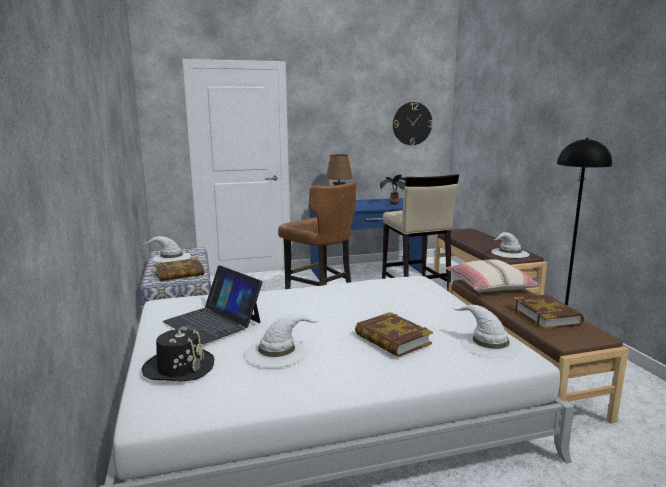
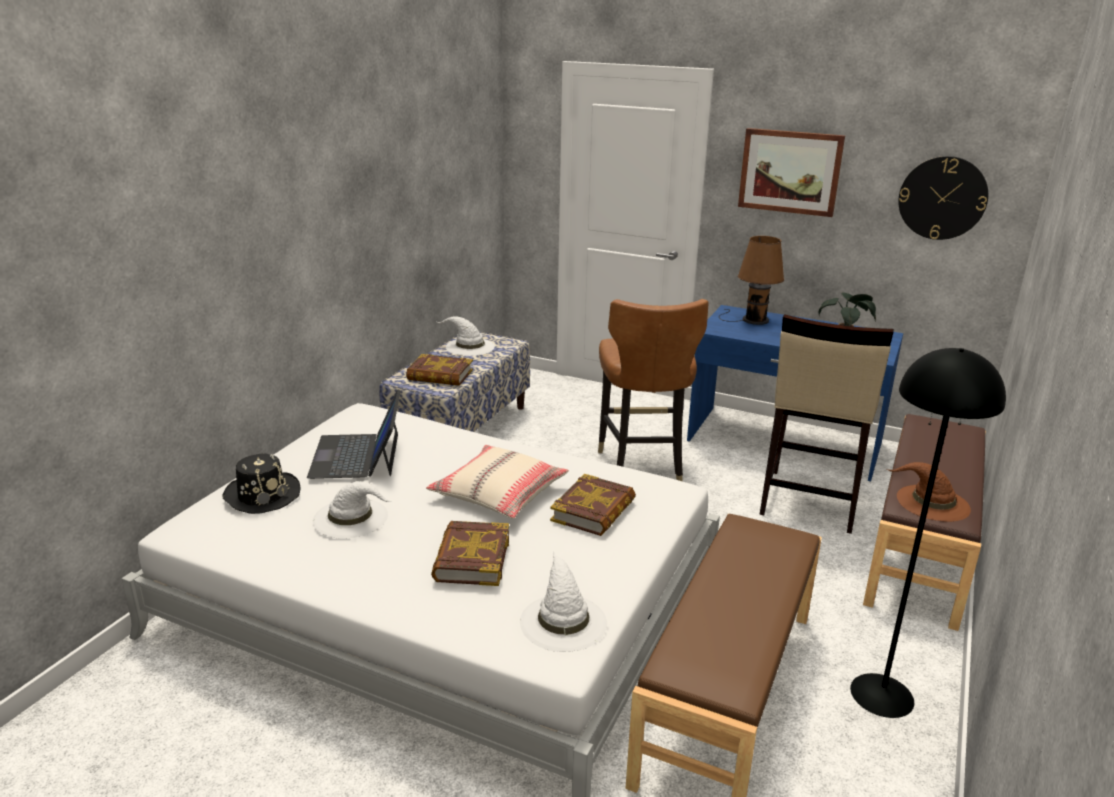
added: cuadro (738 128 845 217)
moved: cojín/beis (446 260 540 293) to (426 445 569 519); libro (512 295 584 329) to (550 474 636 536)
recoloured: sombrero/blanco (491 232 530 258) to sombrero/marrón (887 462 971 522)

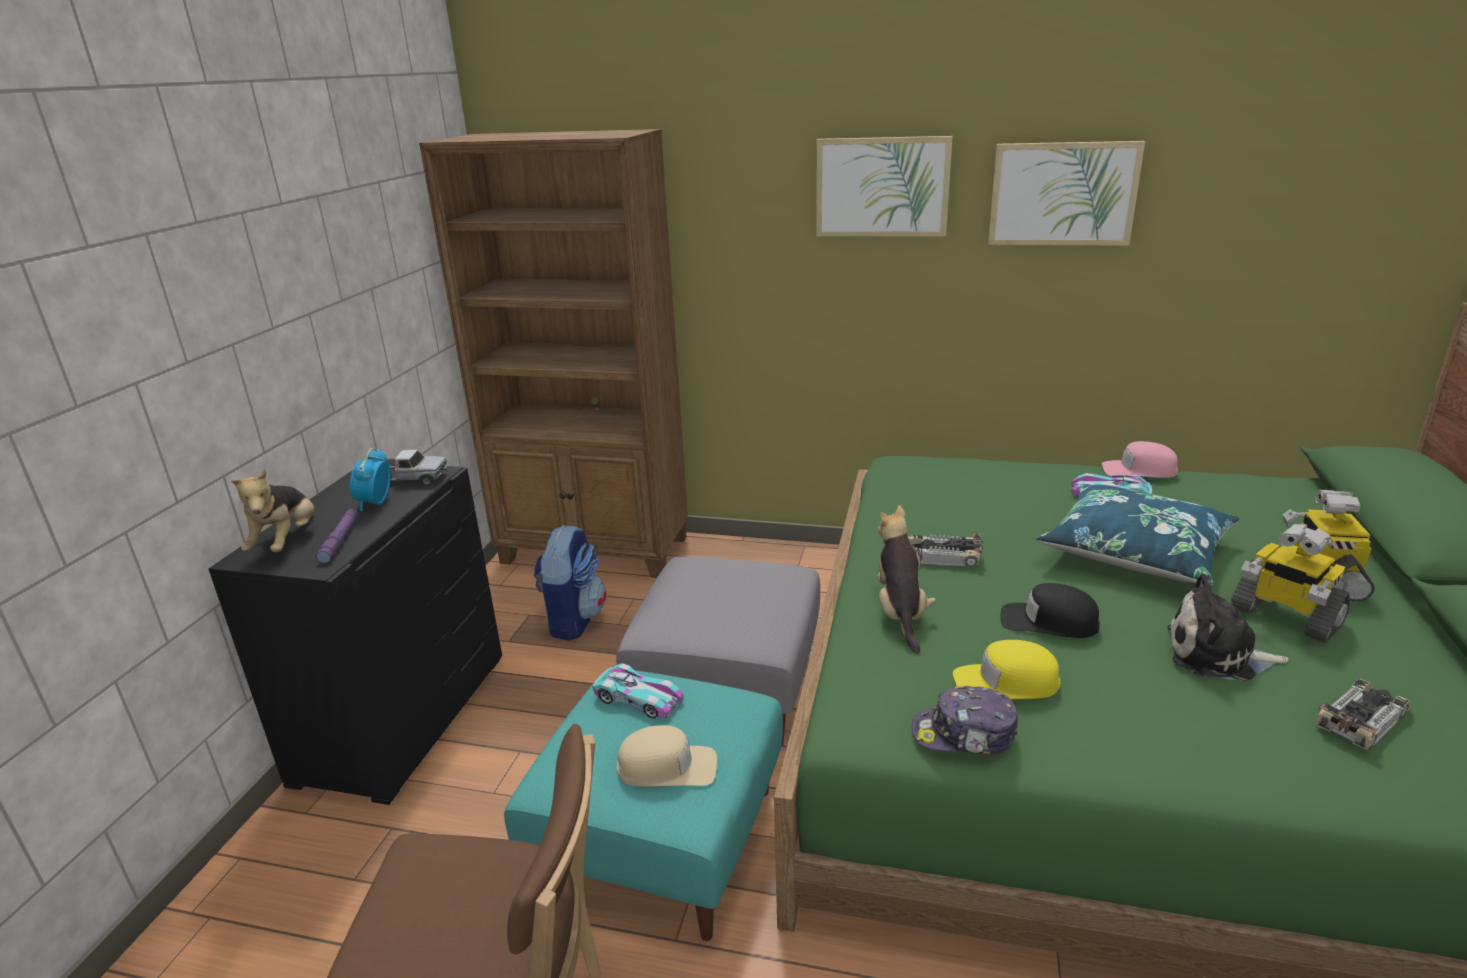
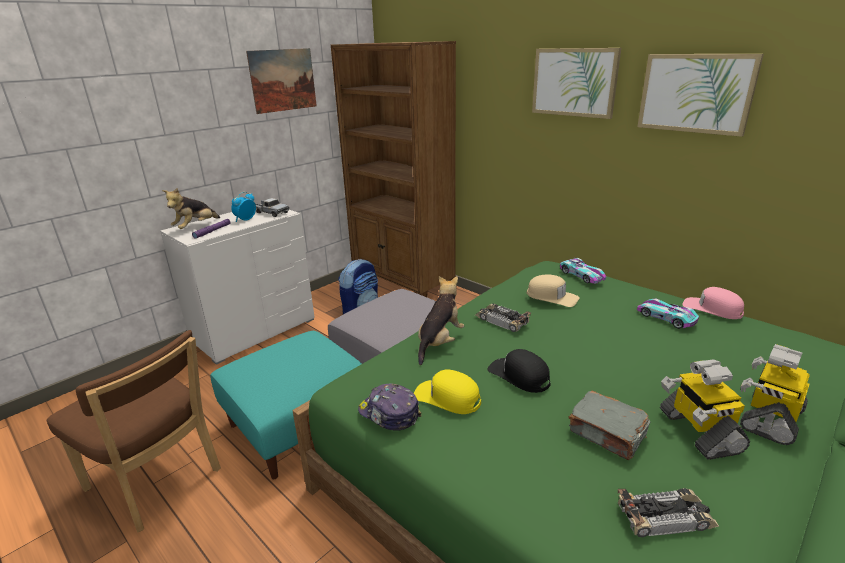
removed: cojín/azul (1036 484 1240 585)
added: cuadro (246 48 317 114)
moved: coche de juguete (593 663 683 719) to (560 258 606 284); gorra/beis (617 725 717 787) to (527 274 580 307)
replaced: peluche (1168 574 1289 681) to libro/gris (568 391 650 460)
recoloured: cómoda/negro (208 466 502 805) to cómoda/blanco (160 210 315 365)

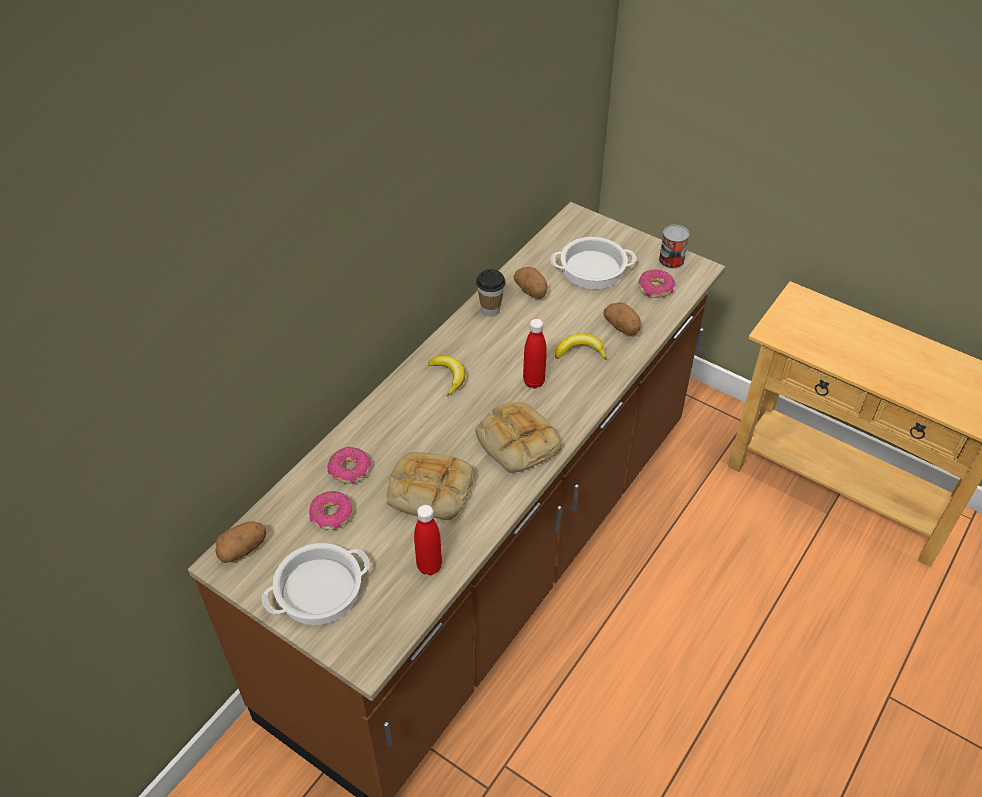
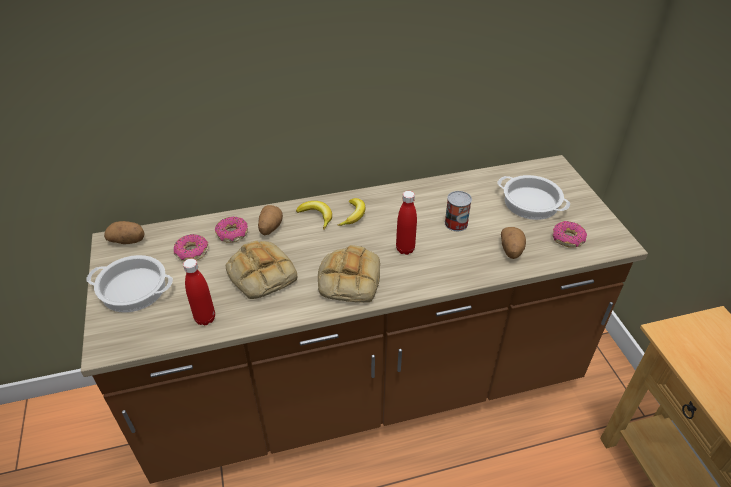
removed: taza (476 269 506 317)
moved: lata (659 225 689 269) to (445 191 472 231); patata (514 267 547 299) to (258 205 283 235); plátano (555 333 607 360) to (296 201 332 230)

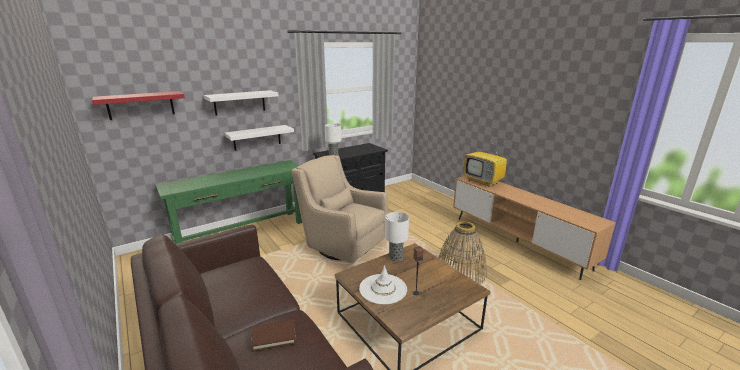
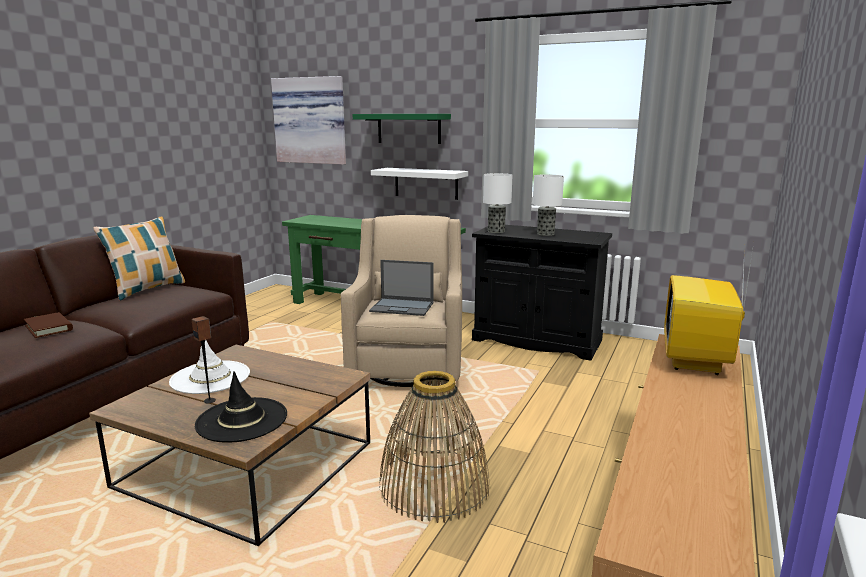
added: cojín (93 217 185 301); portátil (369 260 434 316); sombrero/negro (195 371 287 443)
moved: lámpara de mesa (385 212 409 262) to (533 174 564 236)
replaced: estante/rojo (92 91 185 120) to cuadro (271 76 346 165)
recoloured: estante/blanco (204 90 279 116) to estante/verde (353 114 451 144)

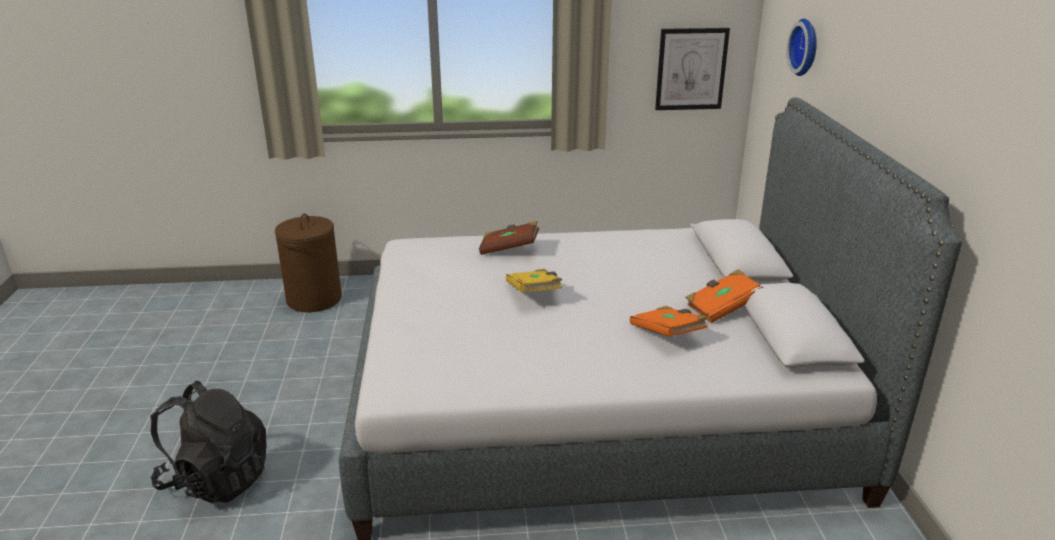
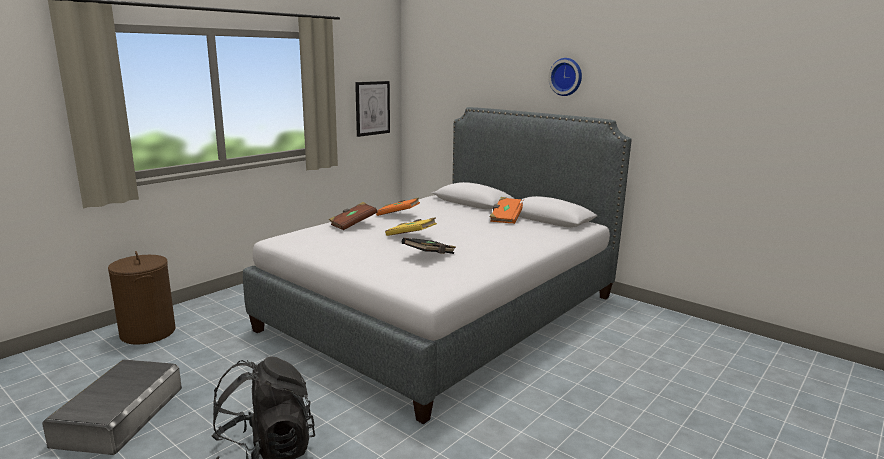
added: libro/negro (402 238 456 254); caja de almacenaje/gris (42 359 182 455)
moved: reloj de pared (787 19 817 76) to (548 58 582 96); libro/naranja (630 306 708 337) to (376 197 420 216)

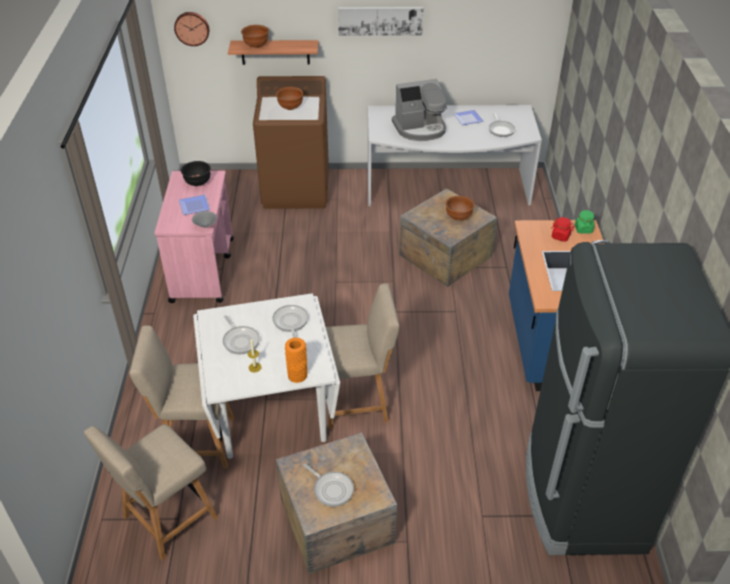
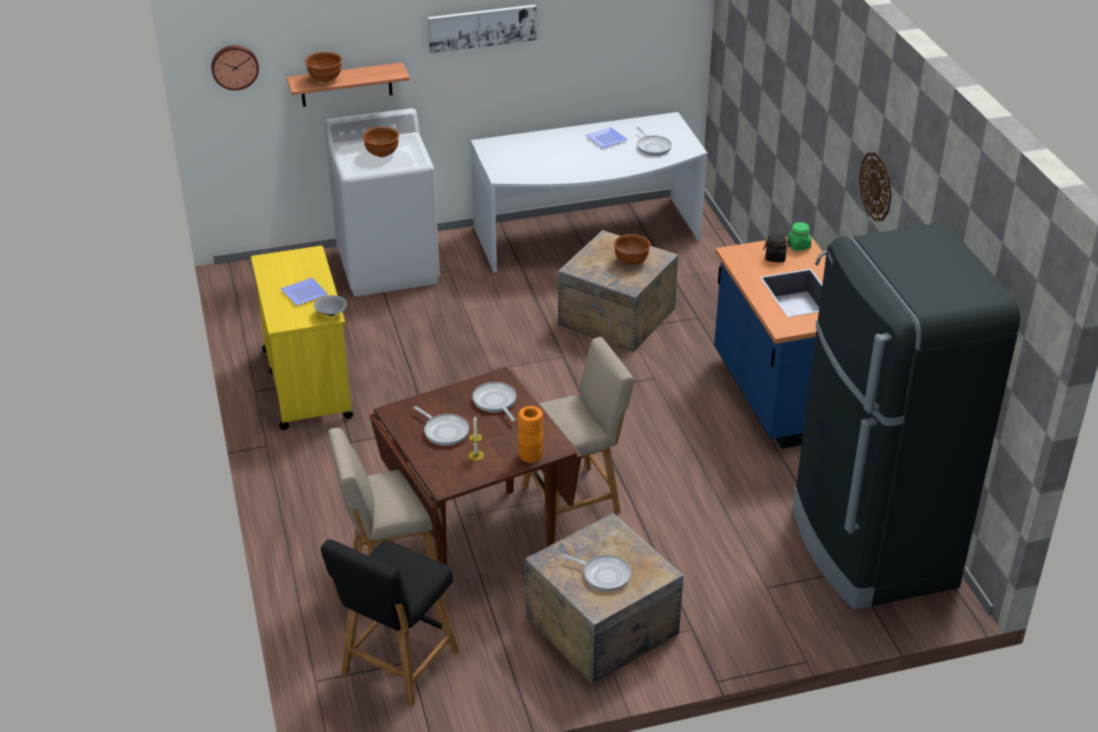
removed: cafetera (392 79 447 141); cuenco/negro (181 161 211 186)
added: reloj de pared (859 152 892 221)
recoloured: lavadora/marrón (253 76 329 209) to lavadora/blanco (325 108 440 296); carrito/rosa (155 170 234 303) to carrito/amarillo (251 246 354 430); tarro/rojo (551 217 574 242) to tarro/negro (763 234 791 262); mesa de comedor/blanco (193 293 340 459) to mesa de comedor/marrón (370 367 582 565); silla/beis (84 424 218 561) to silla/negro (321 539 459 707)

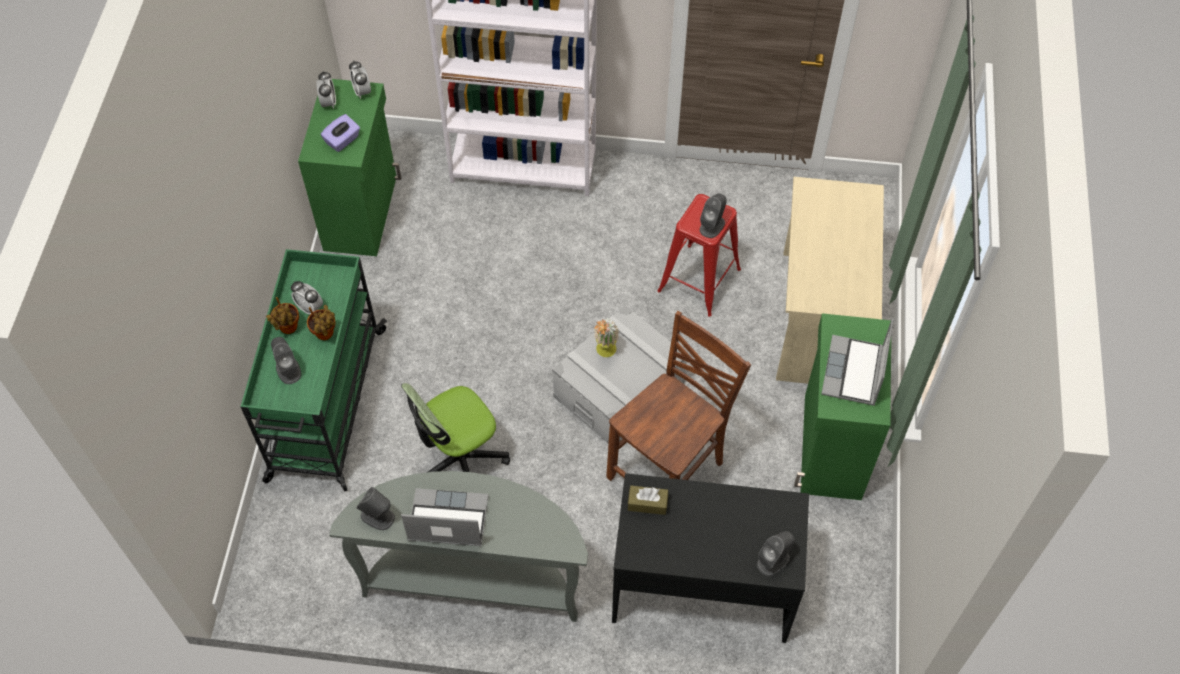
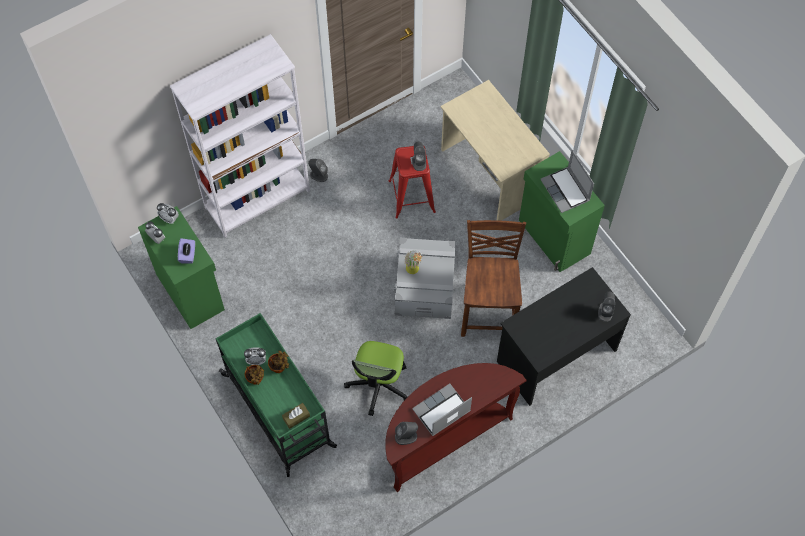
moved: altavoz/gris (271 337 301 384) to (308 159 328 182); caja de pañuelos/marrón (628 486 668 515) to (282 403 310 429)
recoloured: mesa consola/gris (329 471 588 622) to mesa consola/marrón (385 363 527 492)

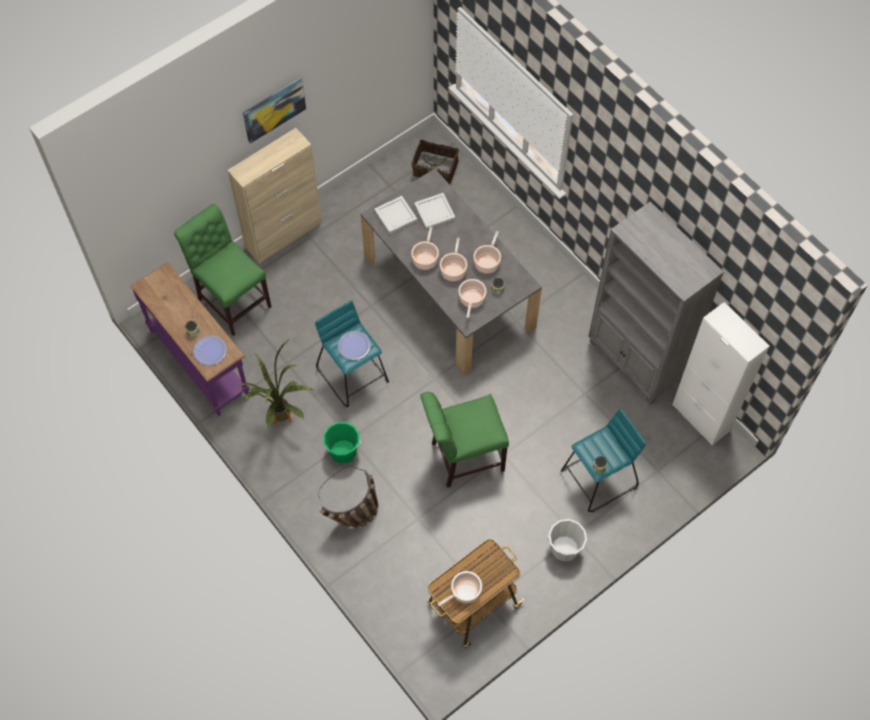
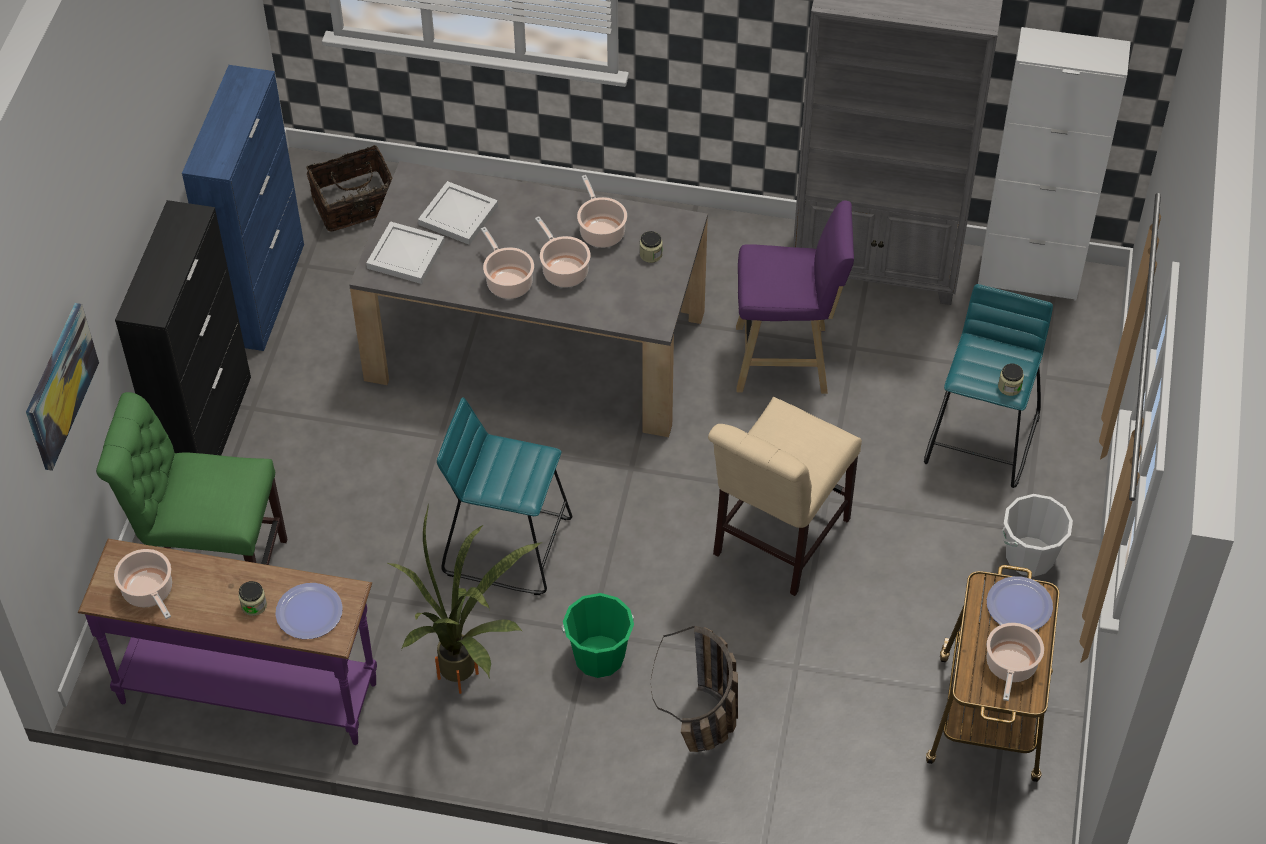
added: armario/azul (182 65 304 351); taburete/morado (736 200 854 394)
moved: cuadro (243 78 306 144) to (26 303 99 471); olla (459 279 487 318) to (114 549 172 619); plato (338 331 371 360) to (987 576 1053 630)
recoloured: armario/beis (227 128 322 263) to armario/negro (115 200 251 456); silla/verde (420 392 509 488) to silla/beis (708 397 862 596)

